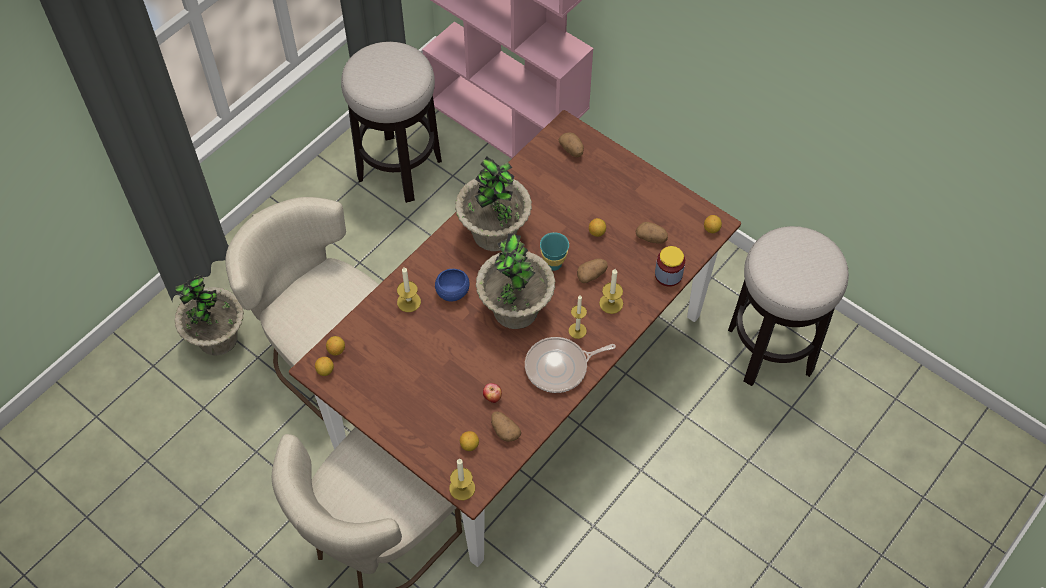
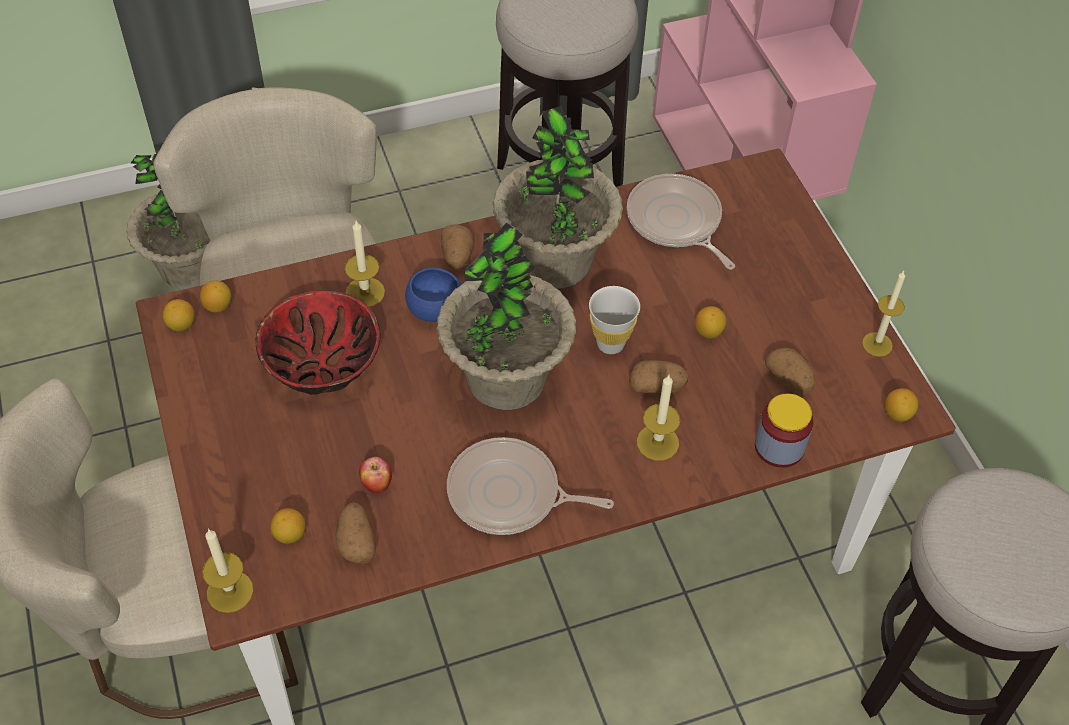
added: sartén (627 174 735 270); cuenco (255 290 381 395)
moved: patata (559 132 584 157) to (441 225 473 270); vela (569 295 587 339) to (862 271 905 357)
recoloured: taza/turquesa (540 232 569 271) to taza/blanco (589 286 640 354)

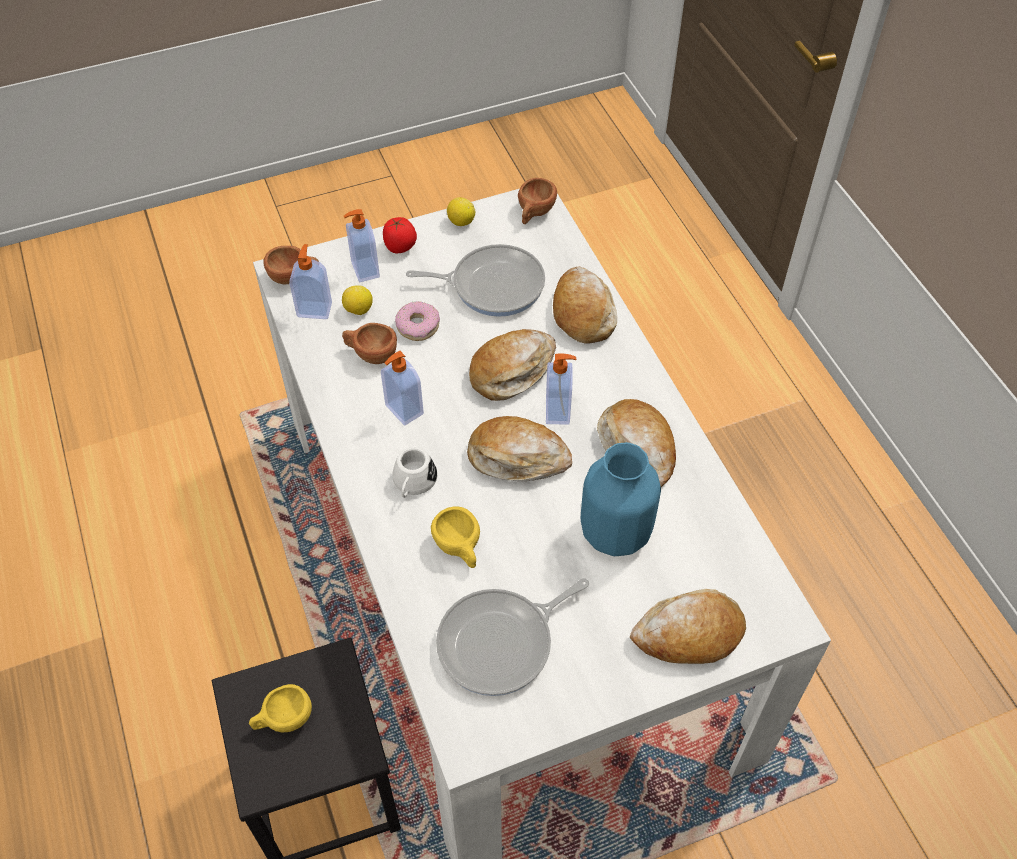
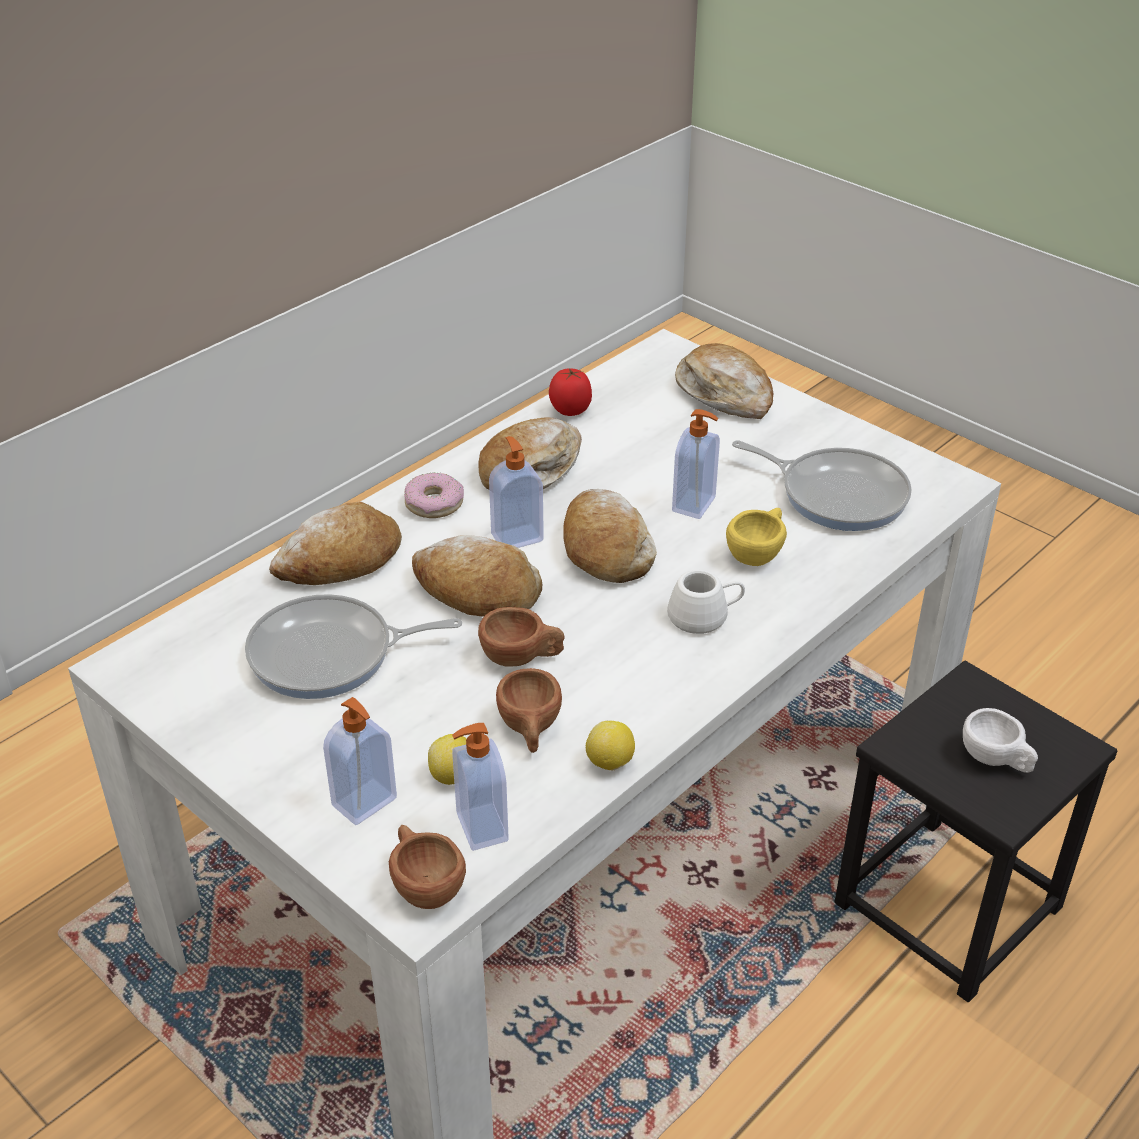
removed: florero/azul (581 442 661 556)
moved: taza/marrón (518 178 557 224) to (478 607 565 667); limón (447 197 475 226) to (586 720 635 771); tomate (383 217 417 253) to (549 368 592 416); rosquilla (395 301 440 341) to (404 473 464 518); dispensador de jabón (381 351 424 425) to (672 409 720 519)
recoloured: taza/amarillo (249 684 312 732) to taza/blanco (963 708 1038 773)
turned: sartén (406 244 545 317) = (245 594 462 699) 75 degrees counterclockwise

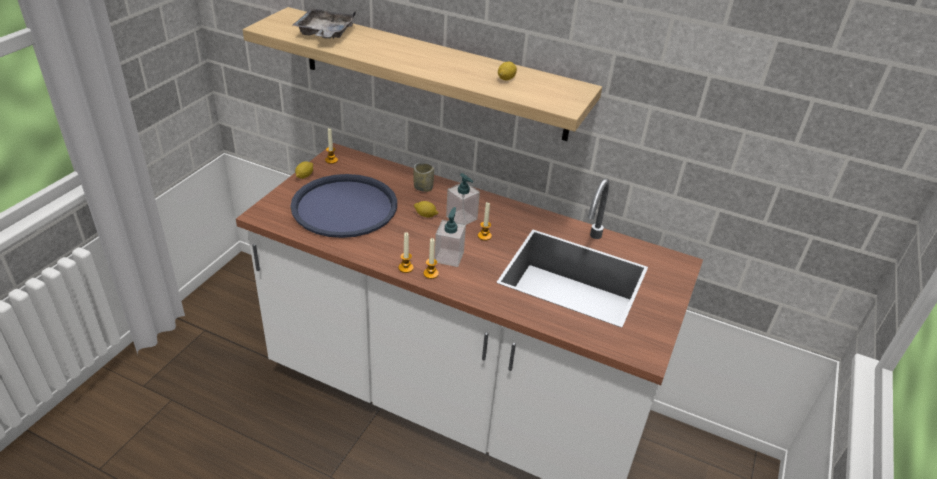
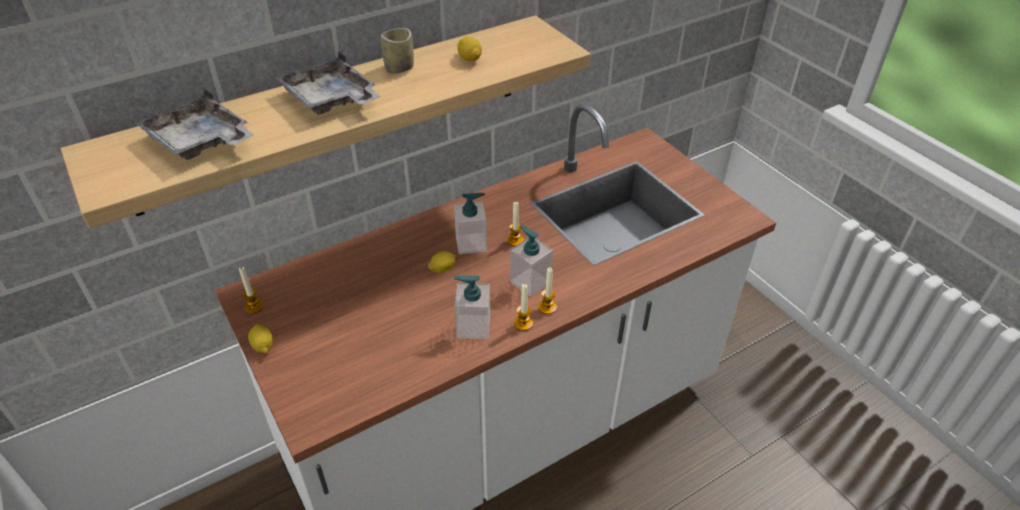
removed: bandeja/azul (290 174 397 238)
added: bandeja/gris (275 51 381 115); dispensador de jabón (454 276 490 339)
moved: taza (413 163 434 192) to (381 28 414 74)

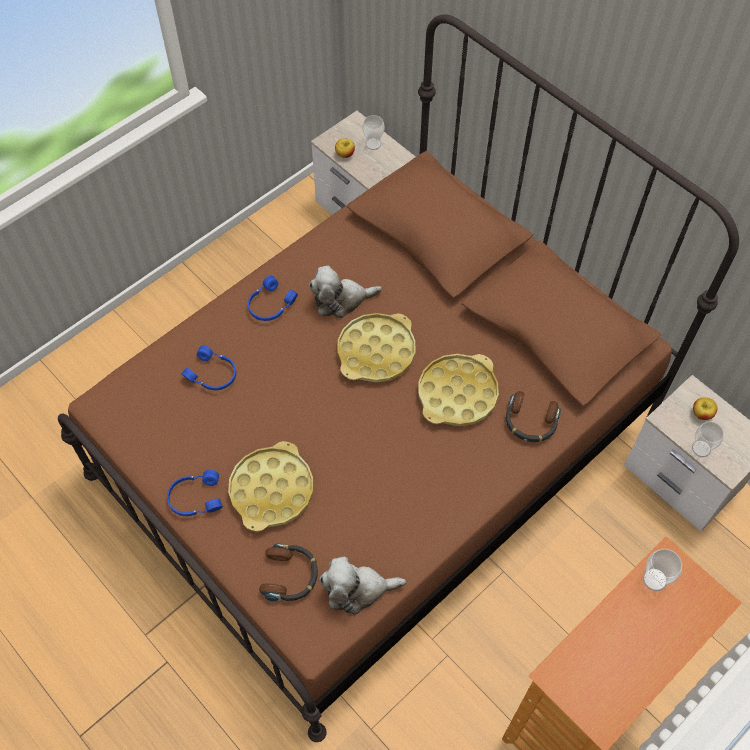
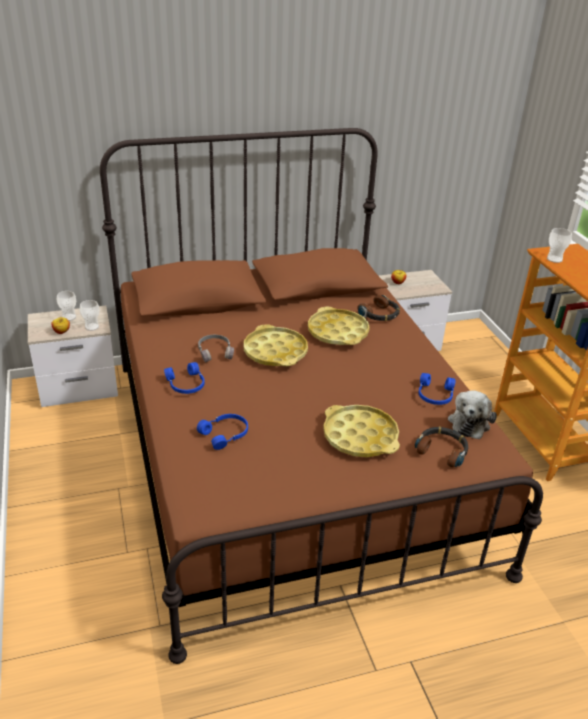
moved: taza (692 421 724 457) to (80 300 100 331); auriculares/azul (167 470 223 516) to (419 373 456 405)
replaced: peluche (309 266 382 318) to auriculares/gris (198 335 234 363)

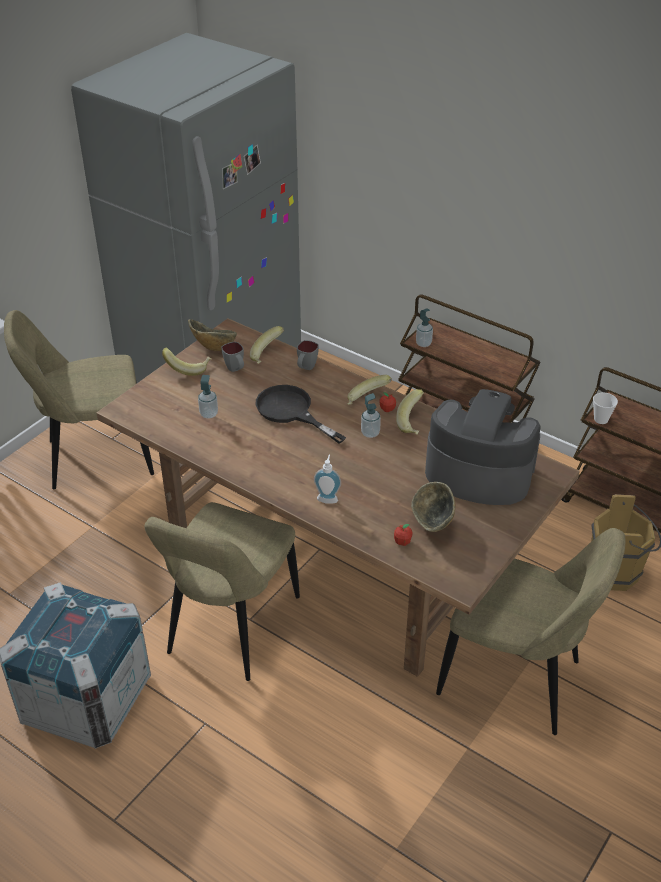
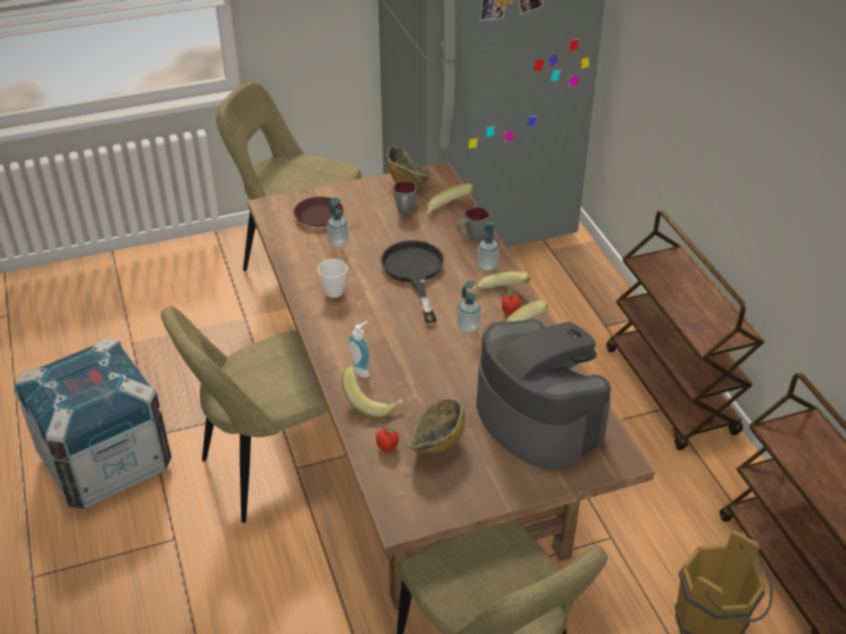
added: plato/marrón (294 197 344 227)
moved: dispensador de jabón (416 308 433 347) to (477 222 499 271); plátano (162 348 211 376) to (342 366 403 418); taza (593 393 618 424) to (317 259 348 298)

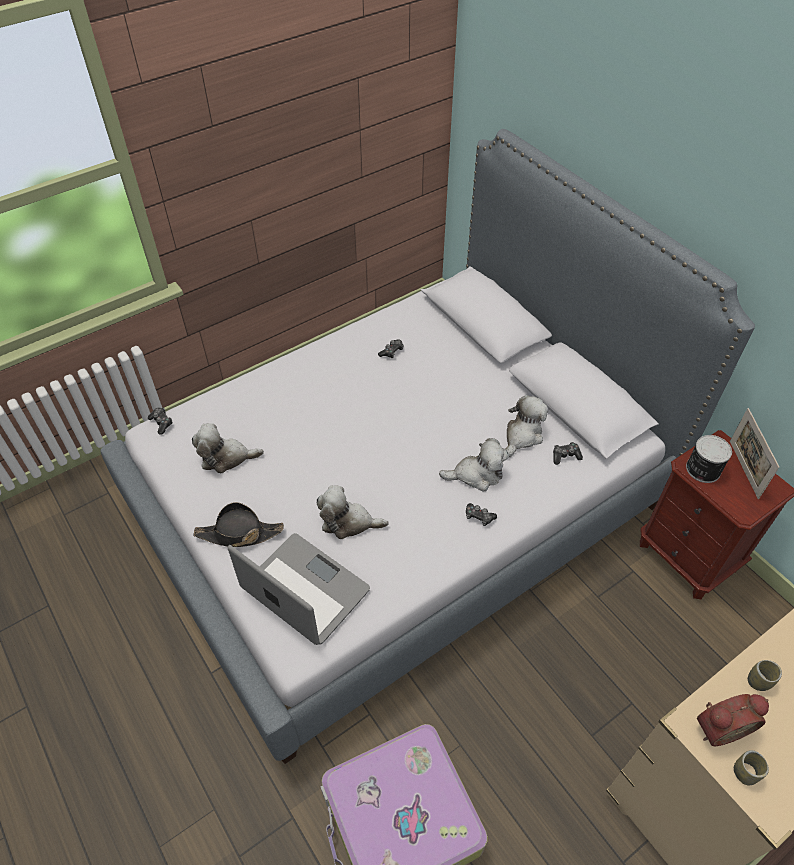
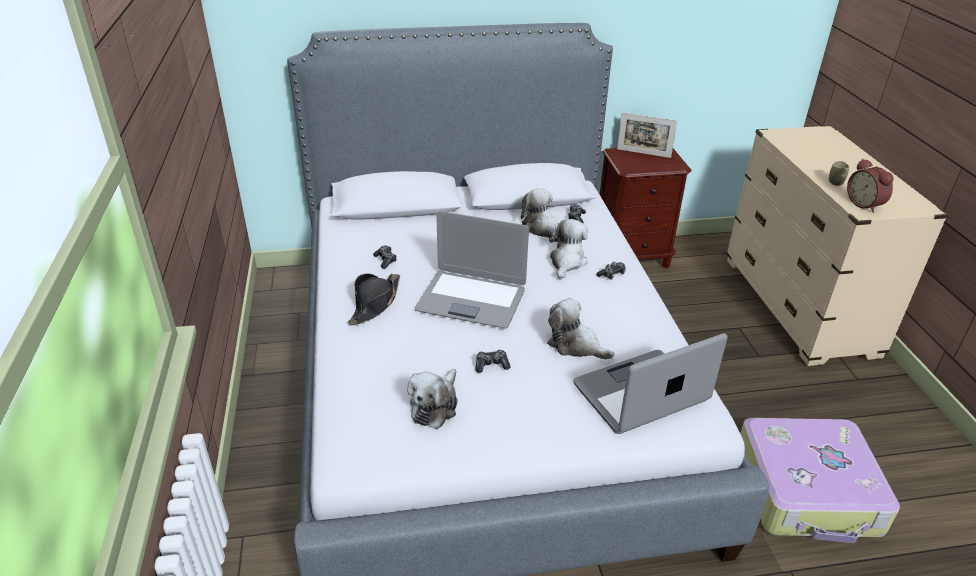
removed: lata (686 435 732 483); taza (734 750 769 785)
added: portátil (415 211 529 329)
moved: mando de consola (148 408 172 435) to (476 350 511 373); sombrero/negro (193 502 284 547) to (348 274 400 325)
turned: peluche (317 485 389 539) = (547 298 615 359) 90 degrees clockwise; despertador (697 694 769 746) = (847 159 894 213) 150 degrees clockwise

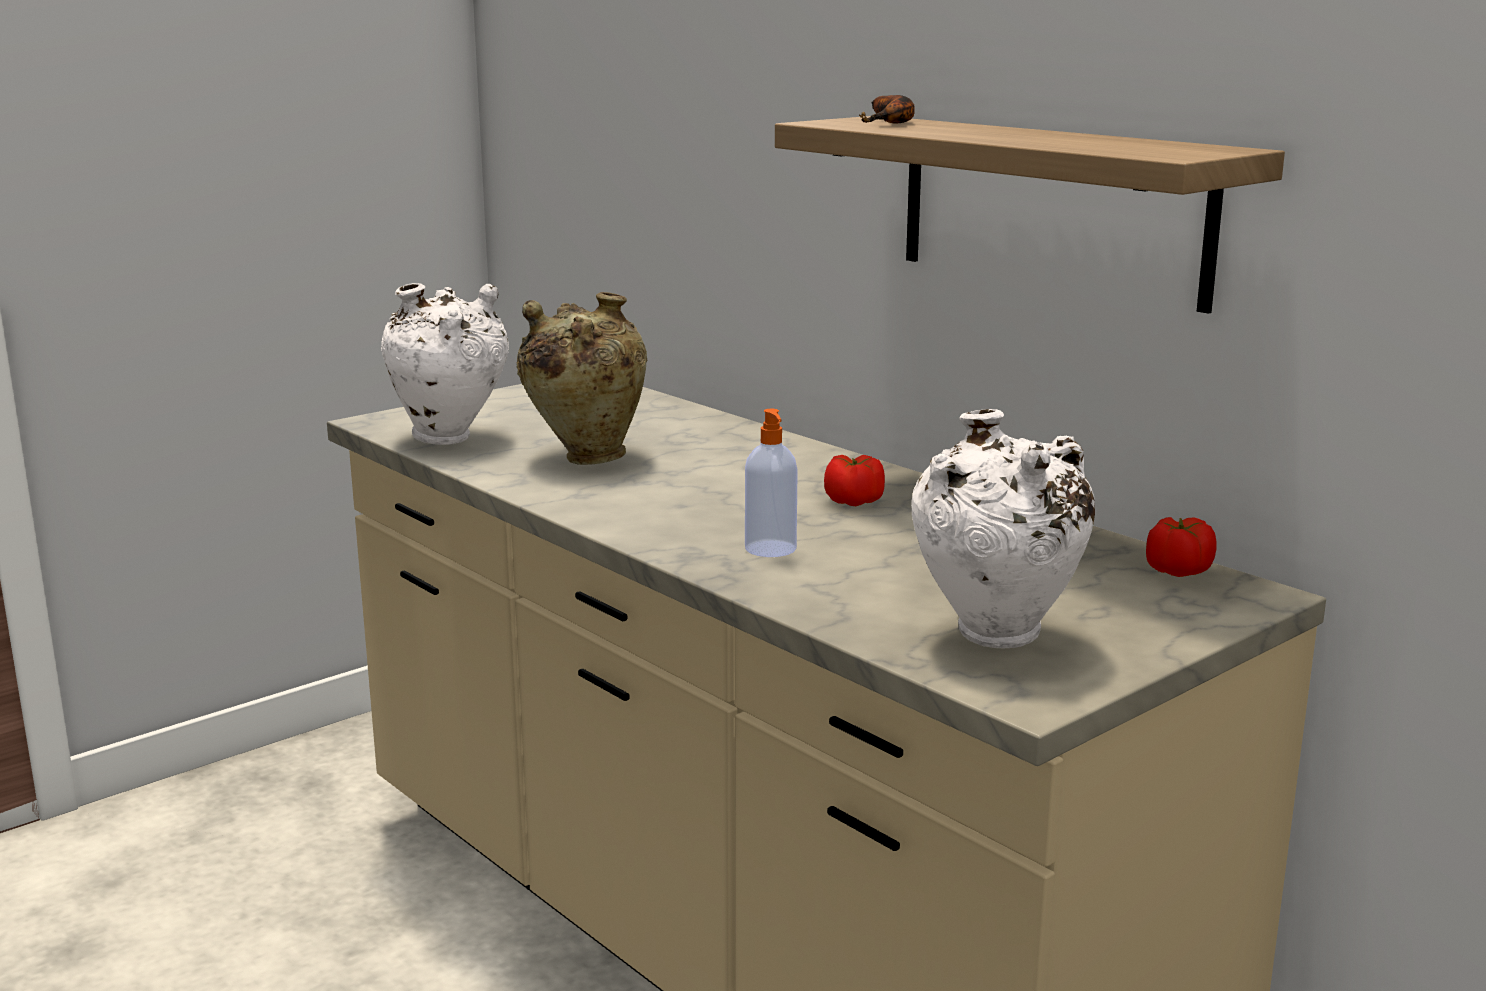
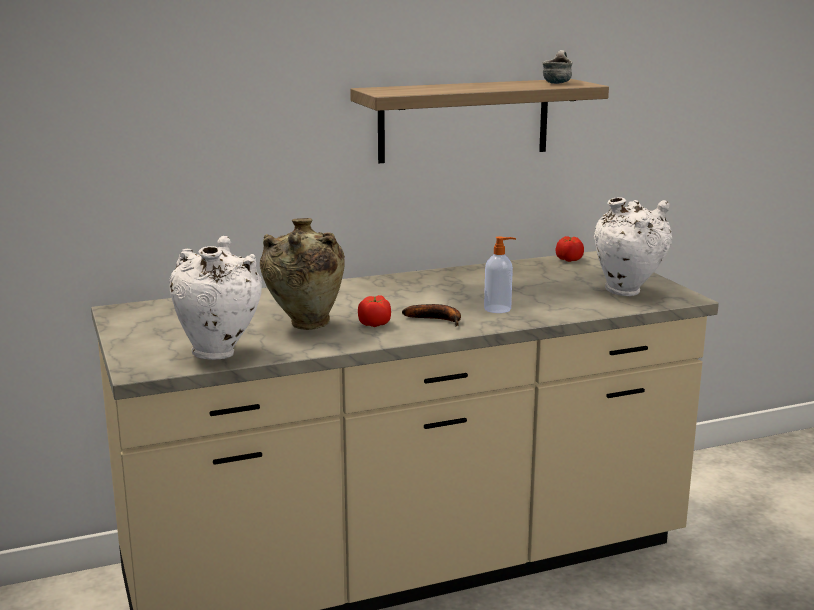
added: taza grande (542 50 573 84)
moved: plátano (859 95 915 124) to (402 304 461 327); tomate (824 455 885 506) to (358 295 391 327)

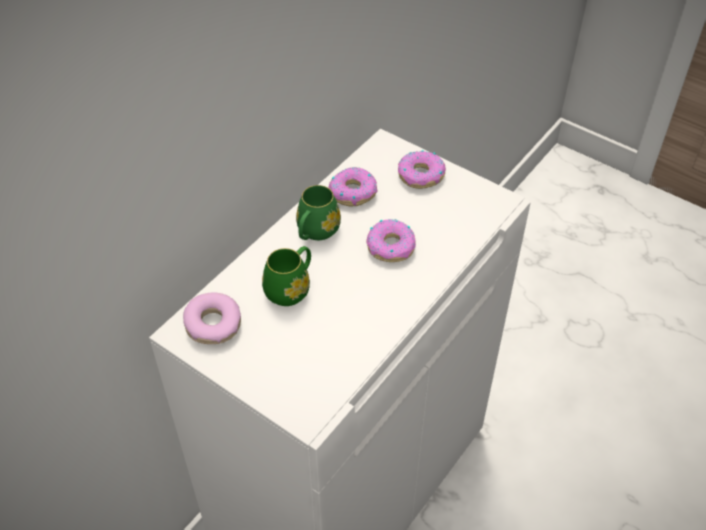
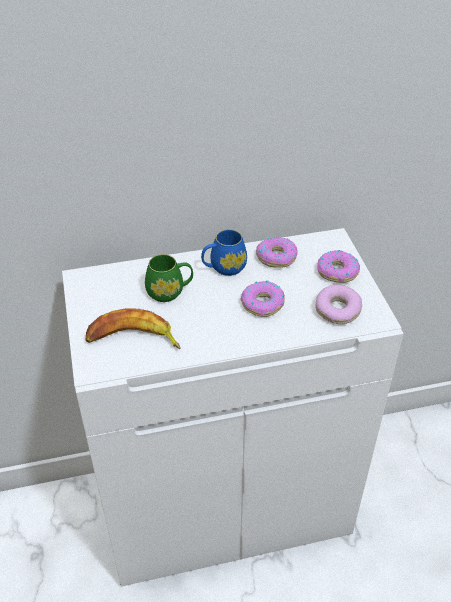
added: plátano (86 308 180 349)
moved: rosquilla (183 292 241 344) to (315 285 362 324)
recoloured: taza grande/verde (296 185 341 240) to taza grande/azul (201 229 247 276)

